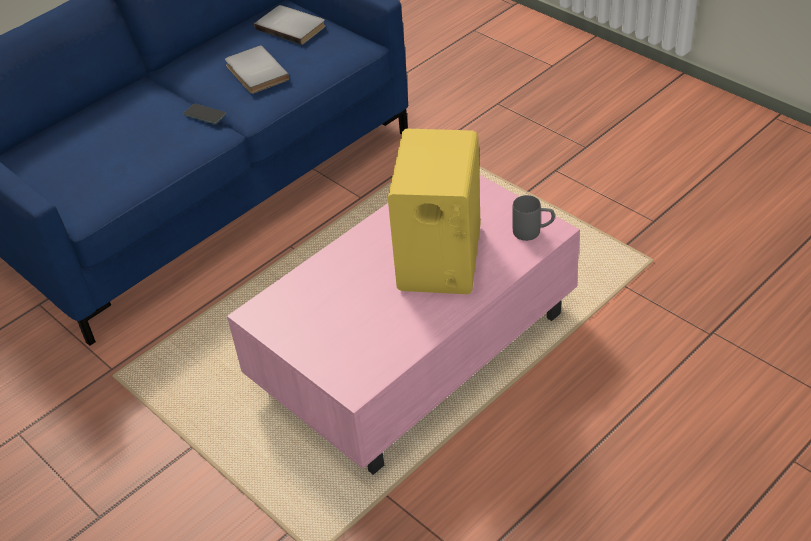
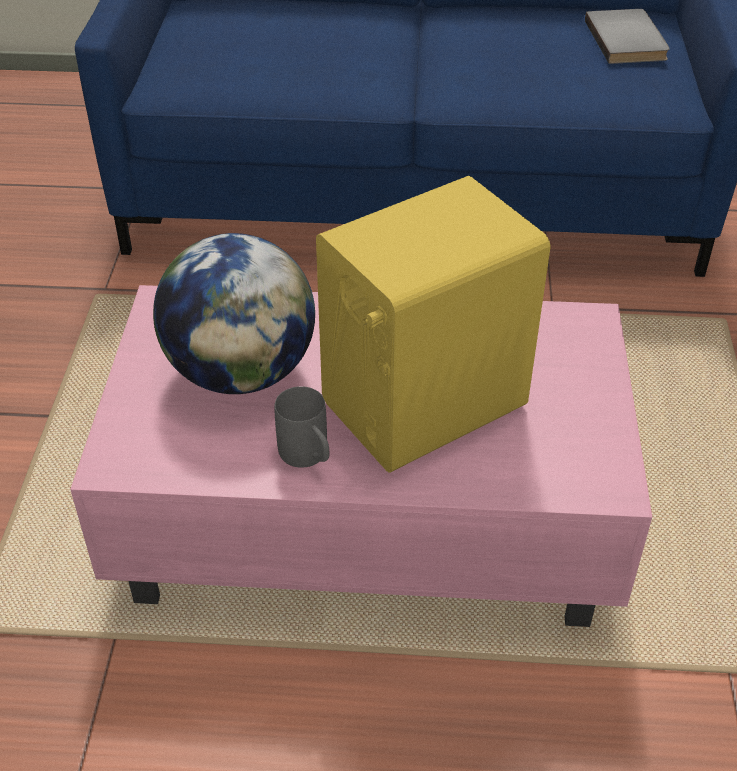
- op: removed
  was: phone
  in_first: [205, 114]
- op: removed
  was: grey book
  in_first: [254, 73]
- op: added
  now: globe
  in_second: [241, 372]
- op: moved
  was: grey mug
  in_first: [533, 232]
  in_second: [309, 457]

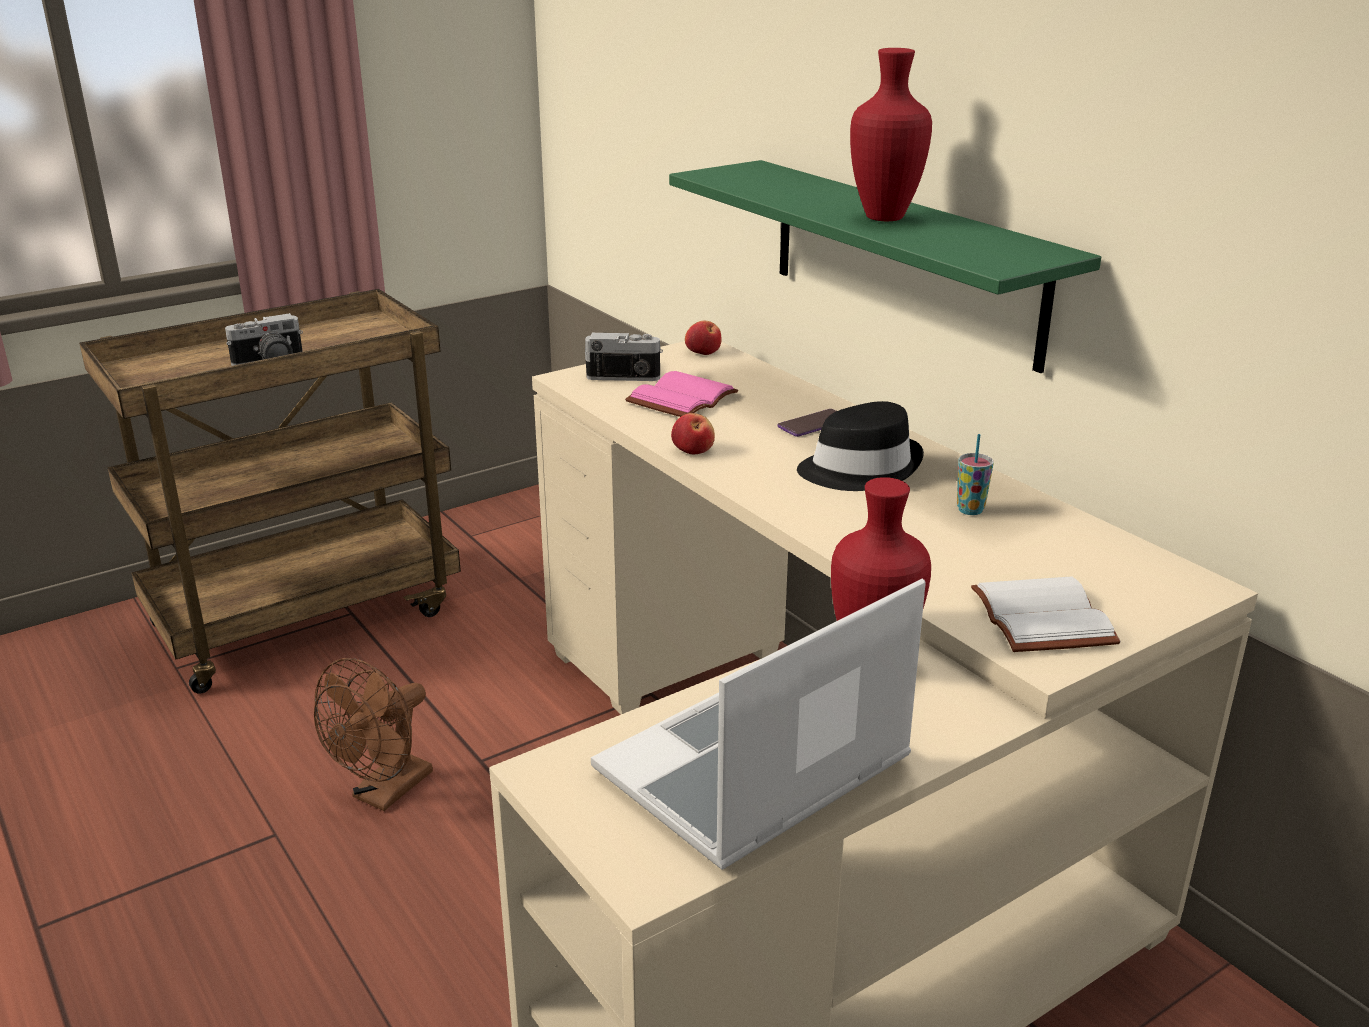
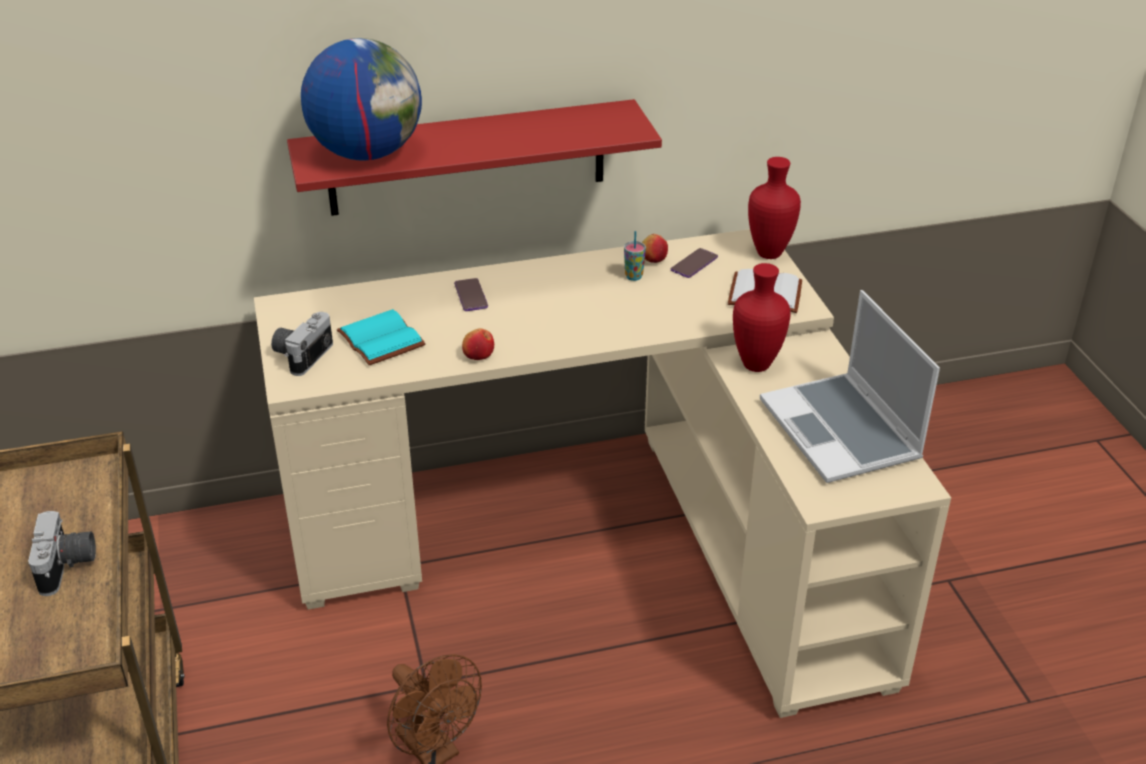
- op: removed
  was: black hat
  in_first: [860, 469]
- op: added
  now: globe
  in_second: [367, 153]
- op: added
  now: phone
  in_second: [694, 264]
- op: moved
  was: apple
  in_first: [703, 352]
  in_second: [653, 259]
- op: moved
  was: red vase
  in_first: [883, 217]
  in_second: [767, 253]
- op: recoloured
  was: pink book
  now: turquoise book
  in_first: [680, 398]
  in_second: [378, 339]
- op: recoloured
  was: green shelf
  now: red shelf
  in_first: [903, 260]
  in_second: [467, 158]

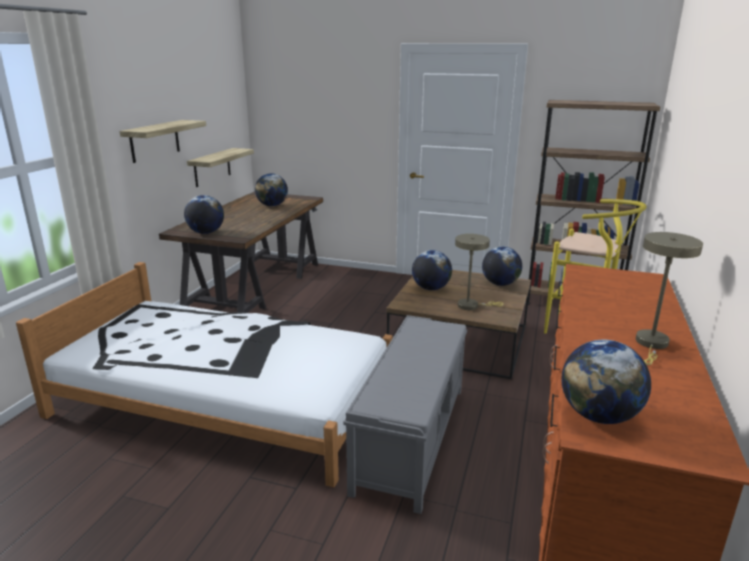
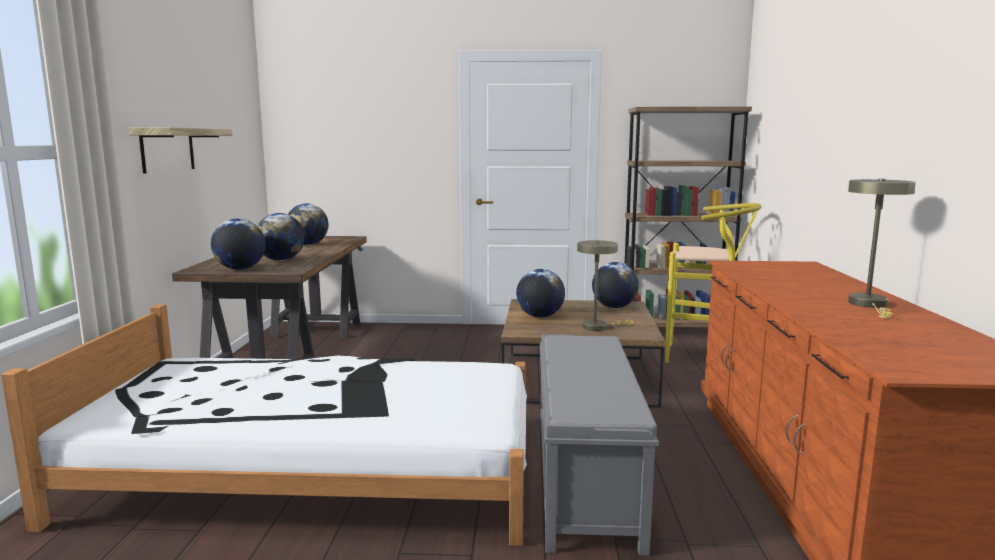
- op: removed
  was: shelf
  in_first: [212, 167]
- op: moved
  was: globe
  in_first: [599, 416]
  in_second: [281, 260]

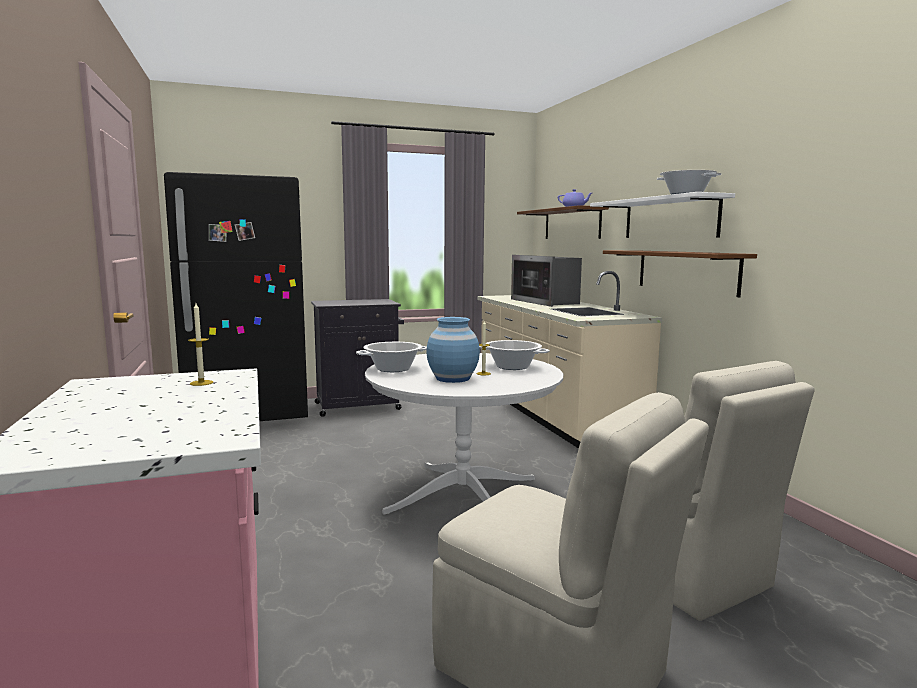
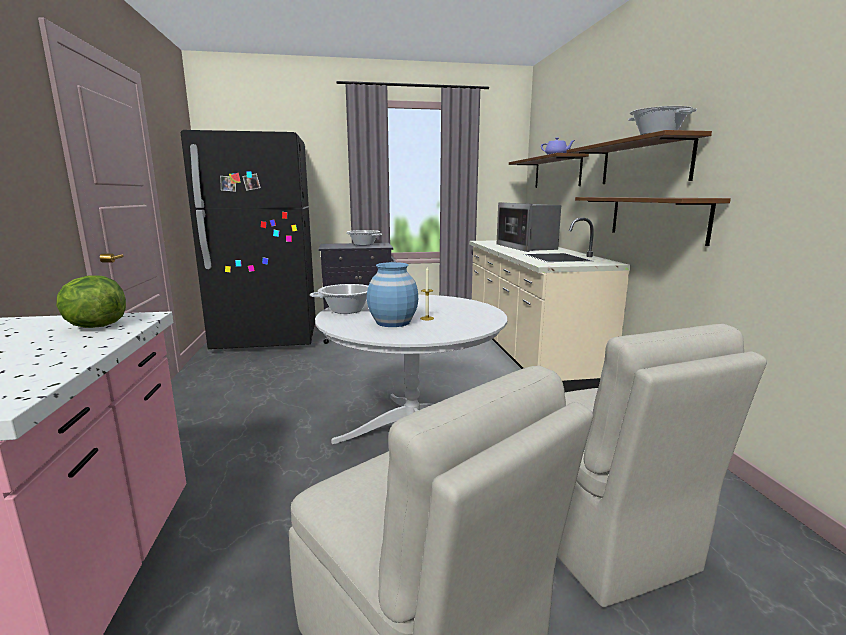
- op: moved
  was: cooking pot
  in_first: [512, 367]
  in_second: [364, 244]
- op: replaced
  was: candle
  now: lettuce
  in_first: [201, 383]
  in_second: [95, 326]
- op: recoloured
  was: white shelf
  now: brown shelf
  in_first: [669, 218]
  in_second: [643, 162]

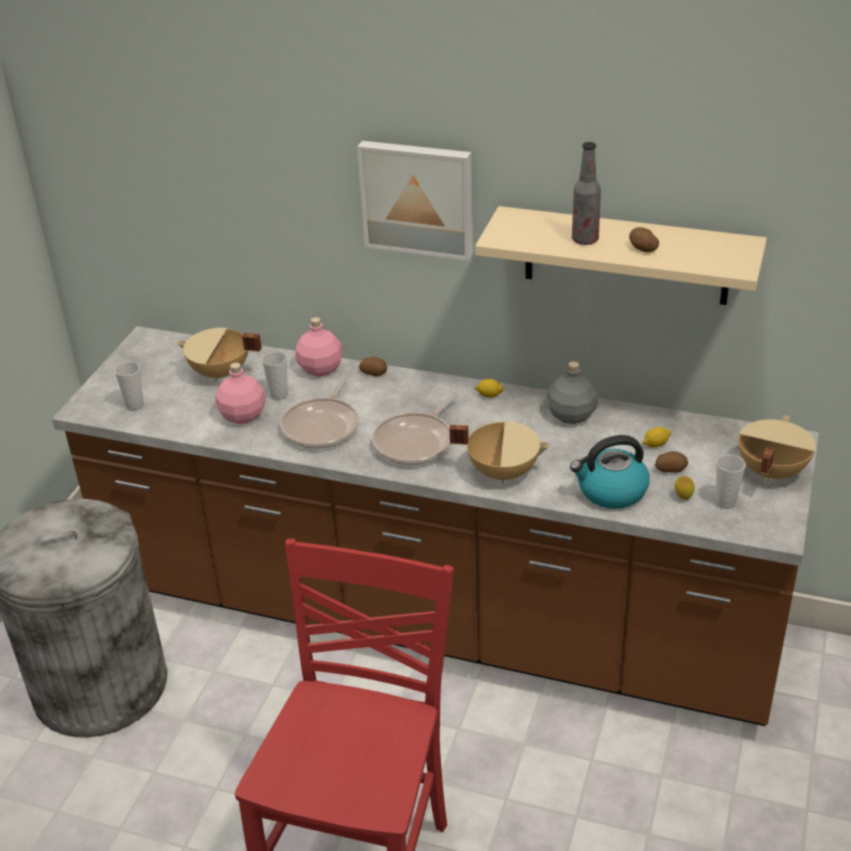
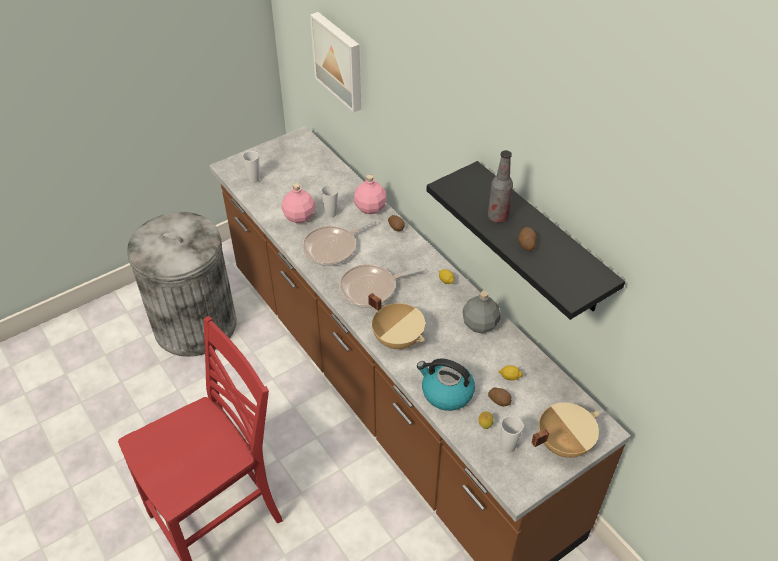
- op: removed
  was: beige cooking pot
  in_first: [220, 373]
- op: moved
  was: picture
  in_first: [418, 198]
  in_second: [339, 60]
- op: recoloured
  was: beige shelf
  now: black shelf
  in_first: [626, 256]
  in_second: [541, 239]

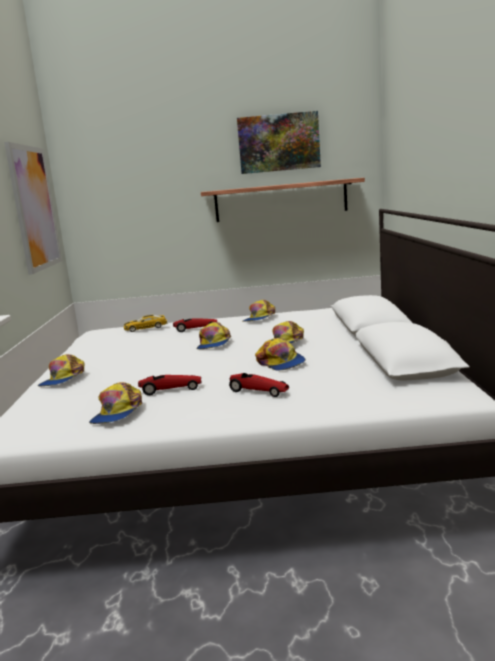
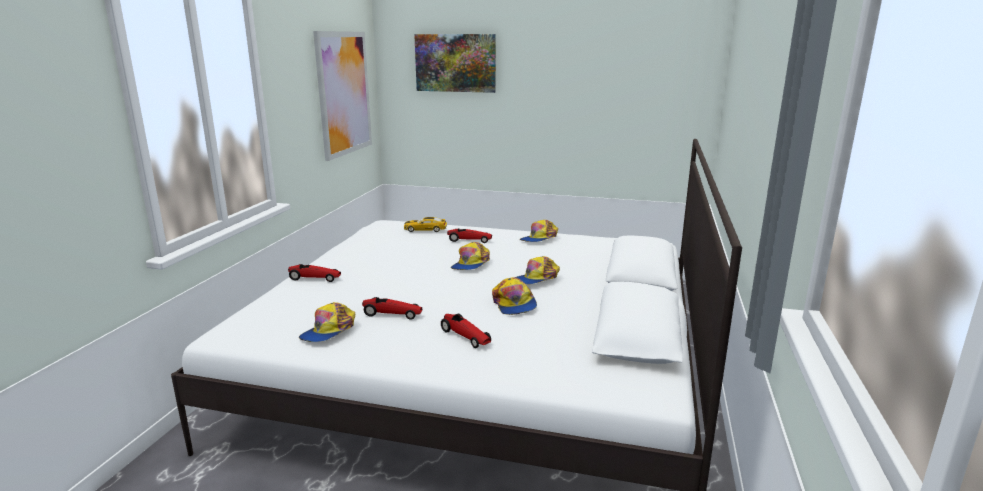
- op: removed
  was: shelf
  in_first: [281, 200]
- op: moved
  was: picture
  in_first: [278, 143]
  in_second: [455, 63]
- op: replaced
  was: cap
  now: toy car
  in_first: [63, 379]
  in_second: [314, 278]

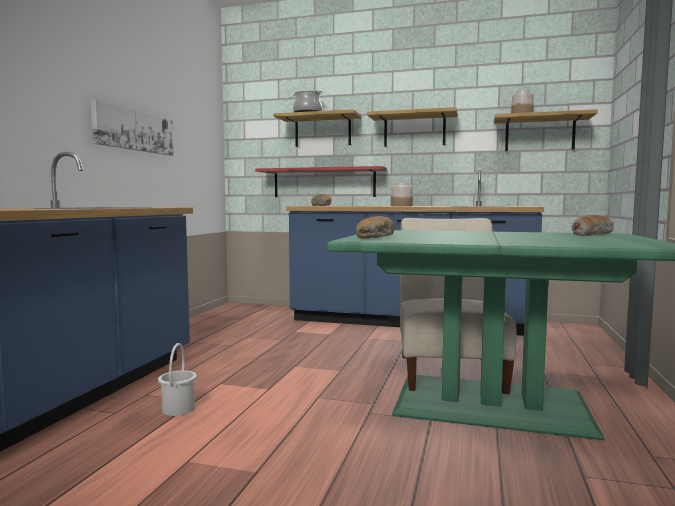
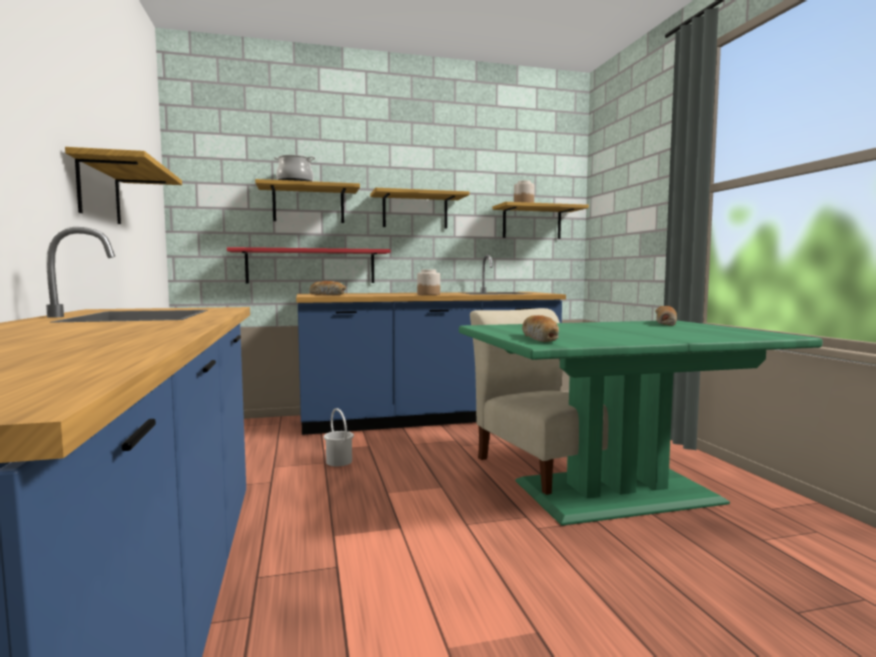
- op: moved
  was: white bucket
  in_first: [179, 409]
  in_second: [339, 461]
- op: replaced
  was: picture
  now: shelf
  in_first: [134, 130]
  in_second: [99, 191]

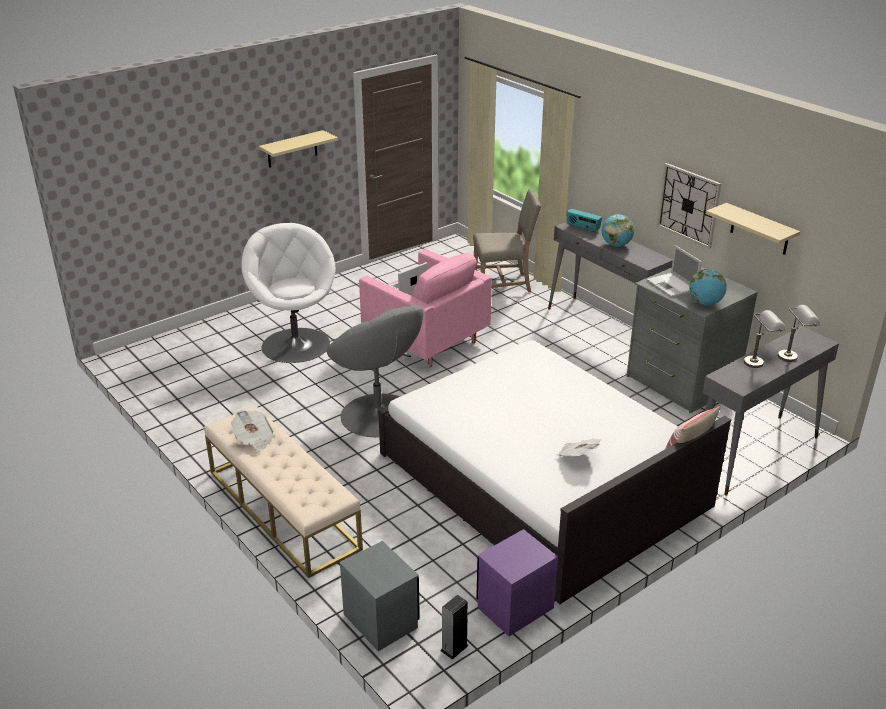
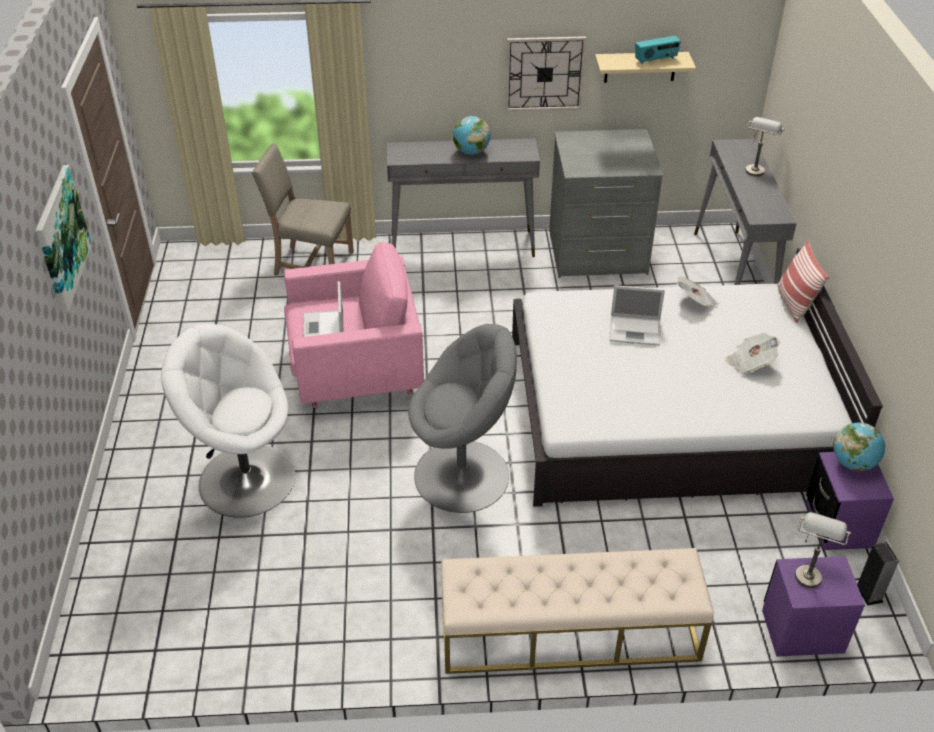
- op: moved
  was: newspaper
  in_first: [254, 439]
  in_second: [695, 302]
- op: moved
  was: radio
  in_first: [582, 228]
  in_second: [656, 60]
- op: moved
  was: laptop
  in_first: [672, 285]
  in_second: [636, 330]
- op: moved
  was: globe
  in_first: [705, 303]
  in_second: [853, 463]
- op: moved
  was: grey table lamp
  in_first: [759, 361]
  in_second: [808, 570]
- op: replaced
  was: beige shelf
  now: picture
  in_first: [292, 149]
  in_second: [61, 238]
- op: recoloured
  was: grey nightstand
  now: purple nightstand
  in_first: [381, 621]
  in_second: [802, 630]
- op: turned
  was: beige chair
  in_first: [504, 284]
  in_second: [311, 264]
  clockwise: -105

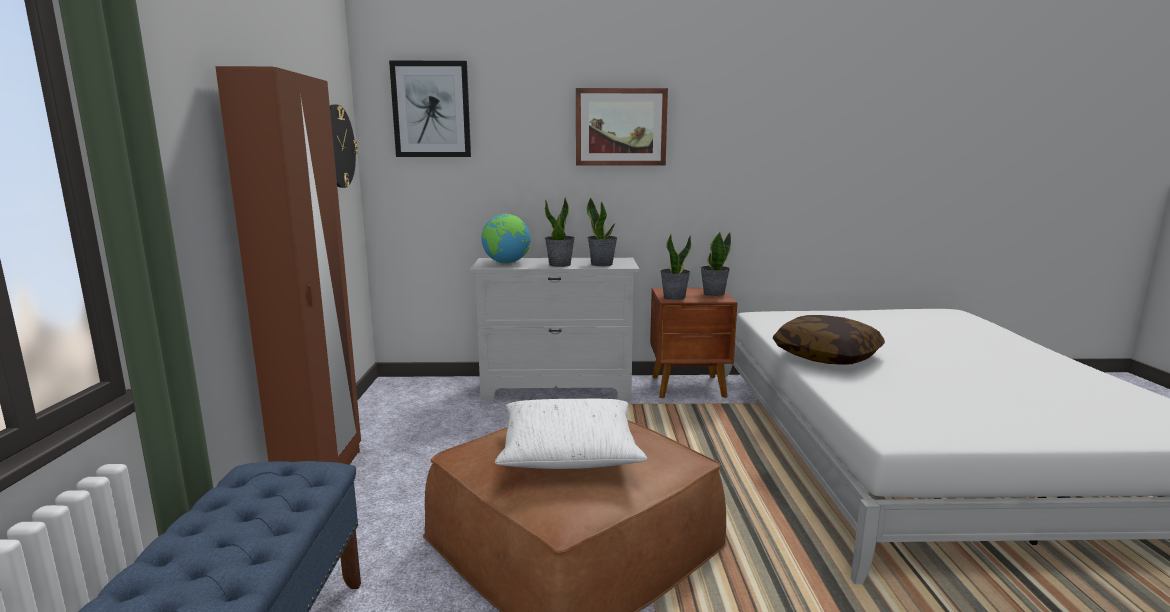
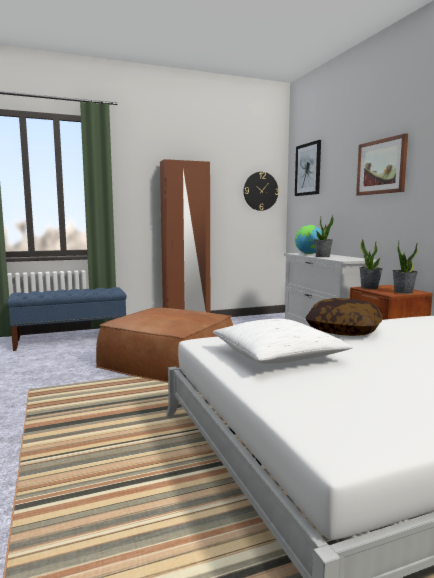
- op: removed
  was: potted plant
  in_first: [602, 264]
- op: moved
  was: white pillow
  in_first: [569, 451]
  in_second: [278, 356]

